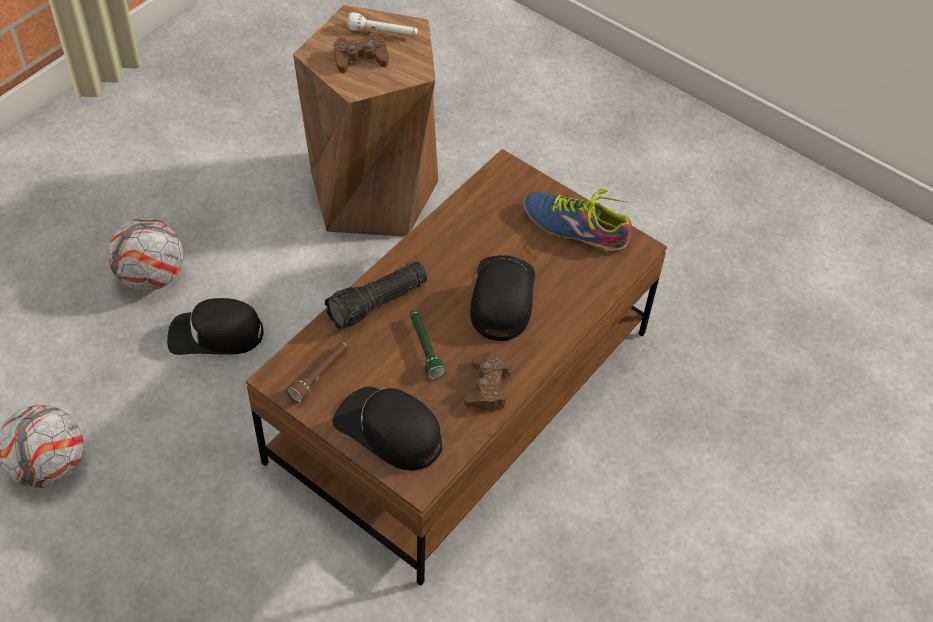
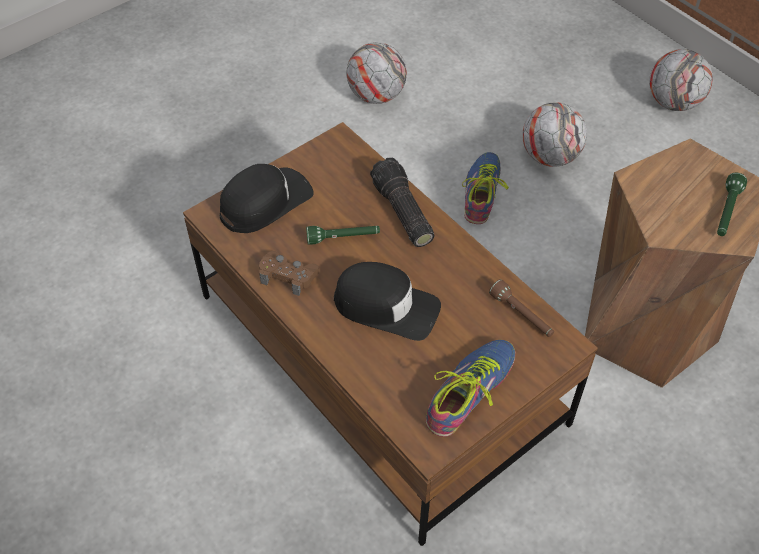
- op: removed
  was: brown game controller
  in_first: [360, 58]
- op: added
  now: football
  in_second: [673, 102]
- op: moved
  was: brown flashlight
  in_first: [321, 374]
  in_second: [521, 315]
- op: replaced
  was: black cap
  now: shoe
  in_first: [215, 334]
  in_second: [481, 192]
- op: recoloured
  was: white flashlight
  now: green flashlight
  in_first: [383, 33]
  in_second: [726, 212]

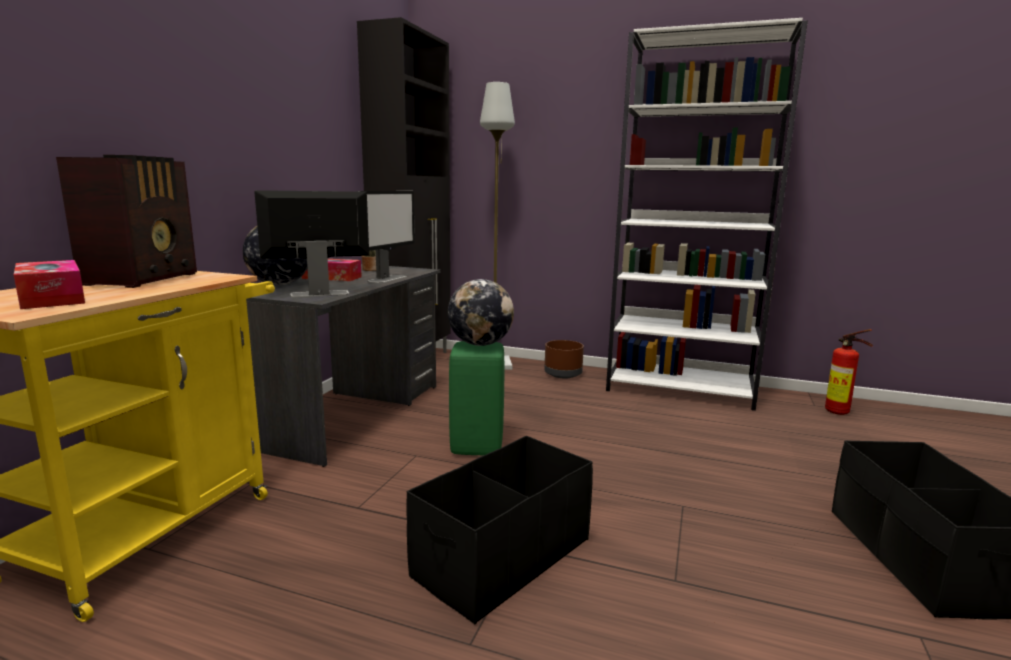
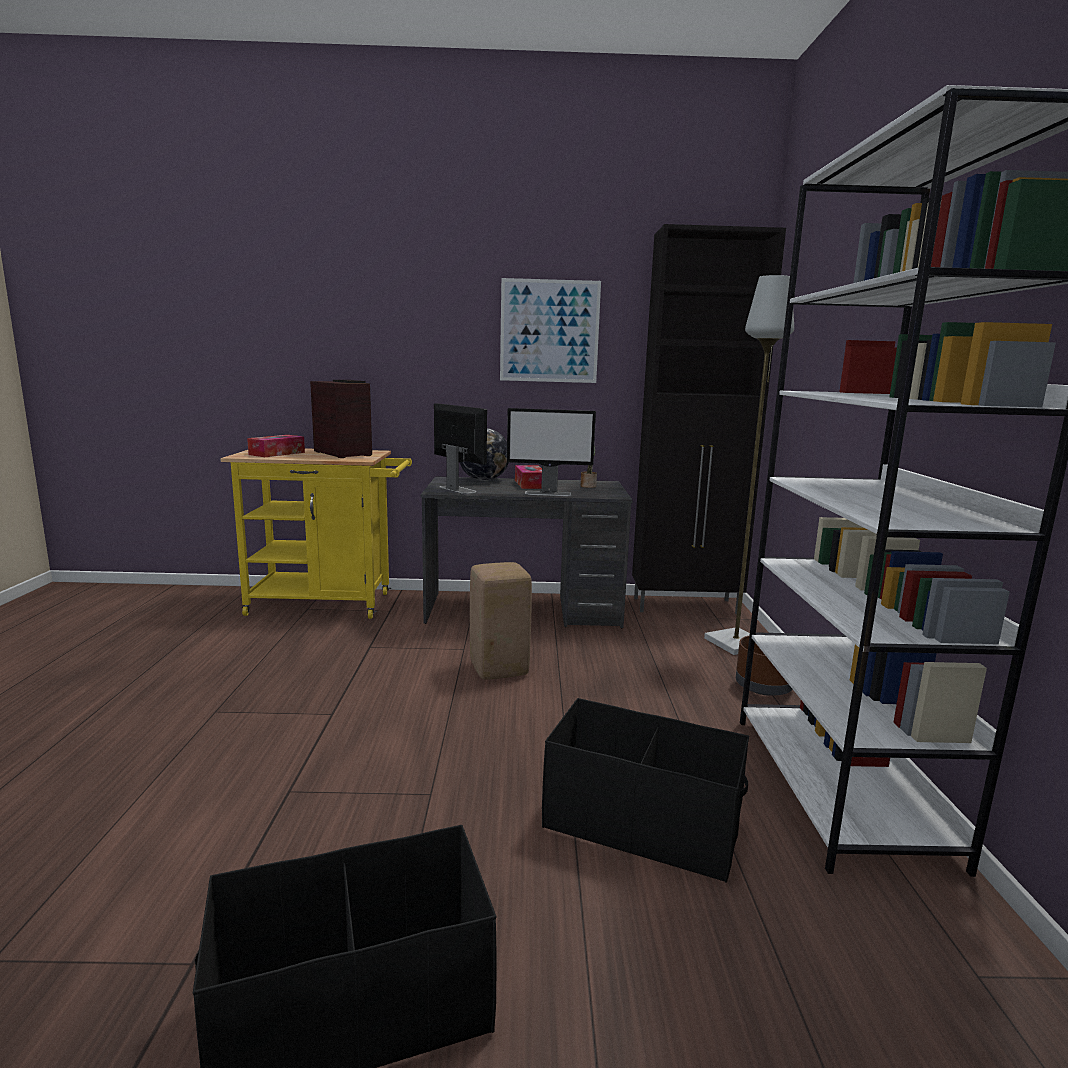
- op: removed
  was: globe
  in_first: [480, 344]
- op: removed
  was: fire extinguisher
  in_first: [840, 412]
- op: added
  now: picture
  in_second: [549, 331]
- op: moved
  was: black storage box
  in_first: [502, 557]
  in_second: [642, 823]
- op: recoloured
  was: green stool
  now: beige stool
  in_first: [477, 447]
  in_second: [498, 670]
- op: turned
  was: radio
  in_first: [145, 279]
  in_second: [343, 453]
  clockwise: -120

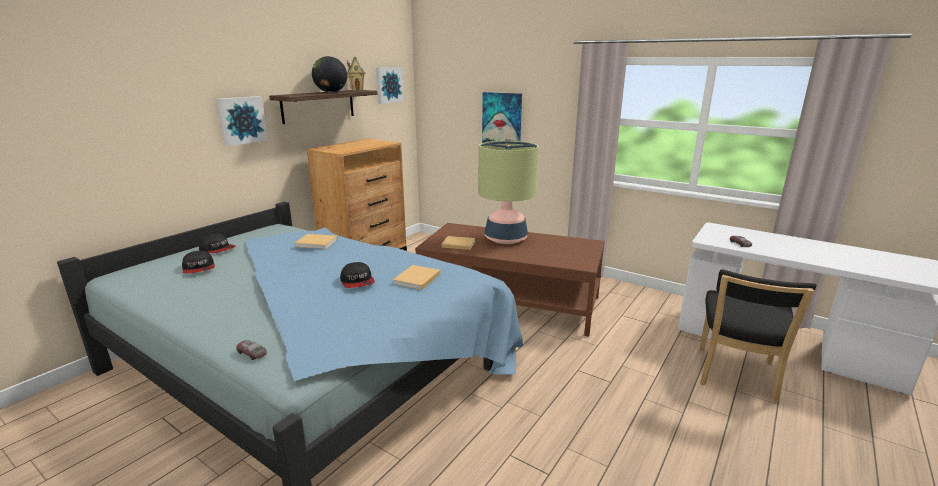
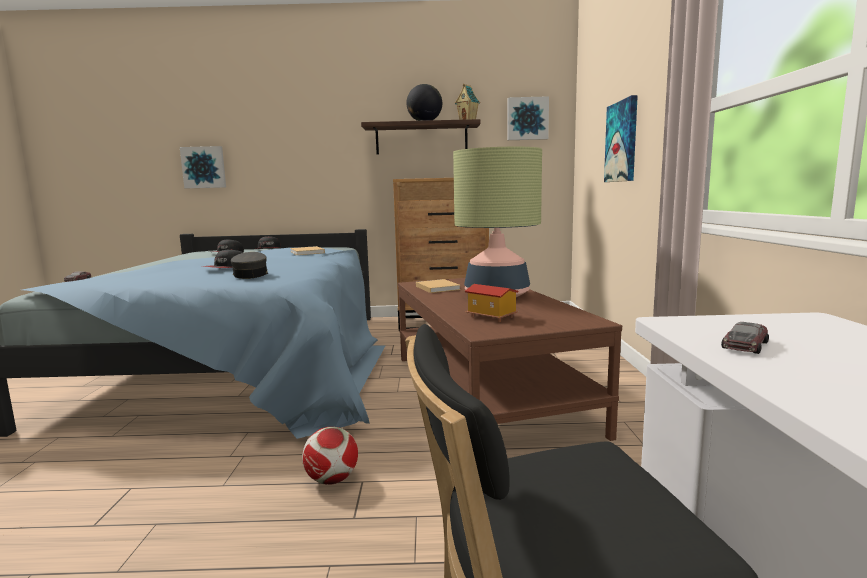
- op: added
  now: football
  in_second: [331, 480]
- op: added
  now: toy house
  in_second: [490, 317]
- op: moved
  was: picture
  in_first: [241, 120]
  in_second: [204, 167]
- op: replaced
  was: beige book
  now: grey cap
  in_first: [416, 279]
  in_second: [250, 275]

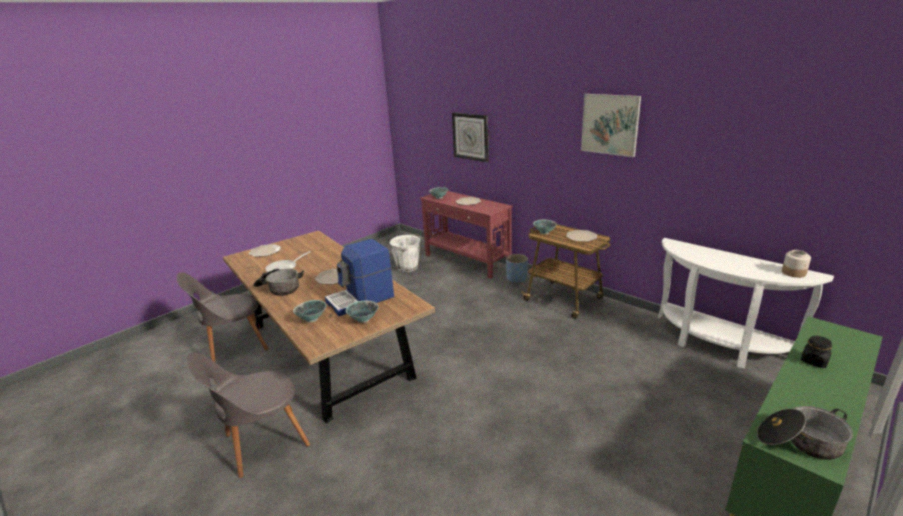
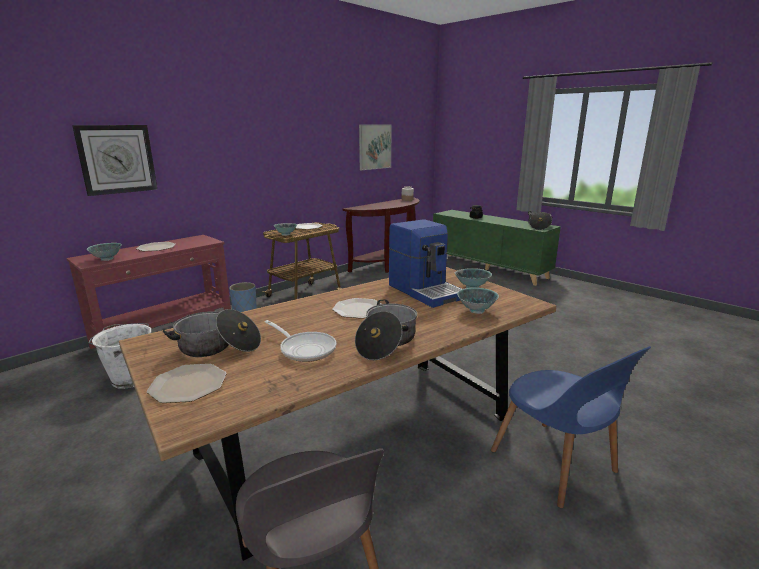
- op: added
  now: cooking pot
  in_second: [218, 347]
- op: moved
  was: picture
  in_first: [610, 124]
  in_second: [374, 147]
- op: recoloured
  was: grey chair
  now: blue chair
  in_first: [263, 442]
  in_second: [556, 465]
- op: recoloured
  was: white console table
  now: brown console table
  in_first: [717, 345]
  in_second: [388, 265]

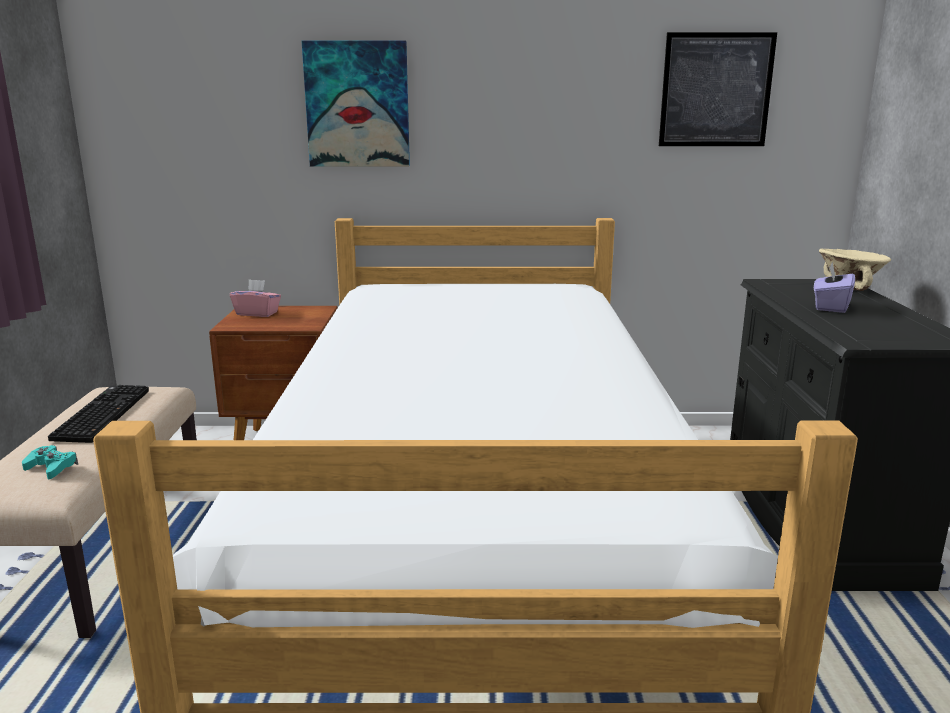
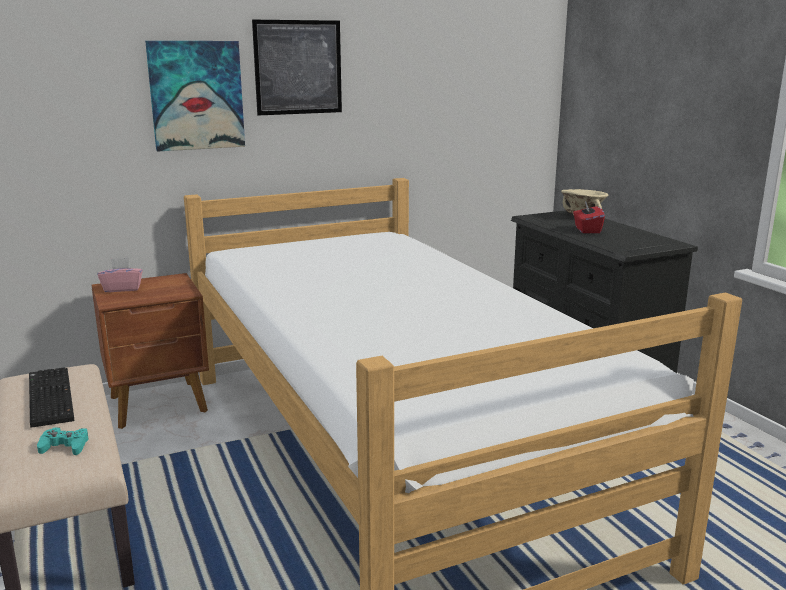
- op: moved
  was: picture
  in_first: [716, 90]
  in_second: [298, 67]
- op: recoloured
  was: purple tissue box
  now: red tissue box
  in_first: [830, 306]
  in_second: [587, 230]

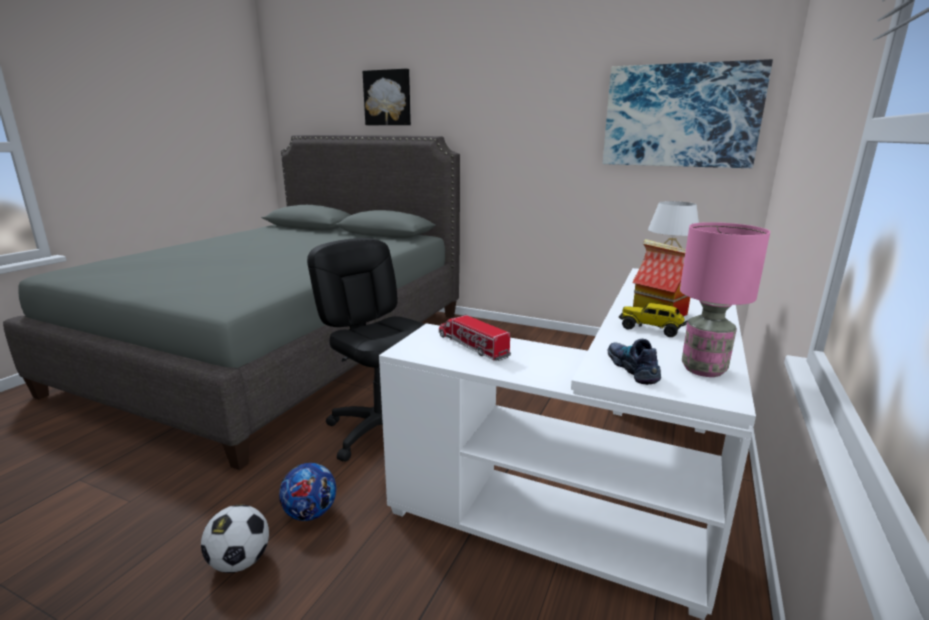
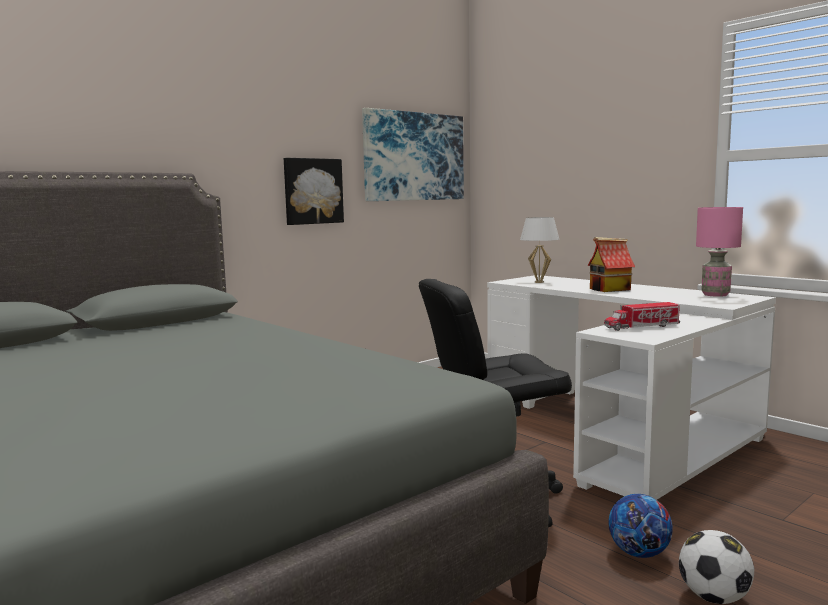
- op: removed
  was: shoe
  in_first: [633, 368]
- op: removed
  was: toy truck
  in_first: [651, 329]
- op: moved
  was: picture
  in_first: [388, 98]
  in_second: [312, 191]

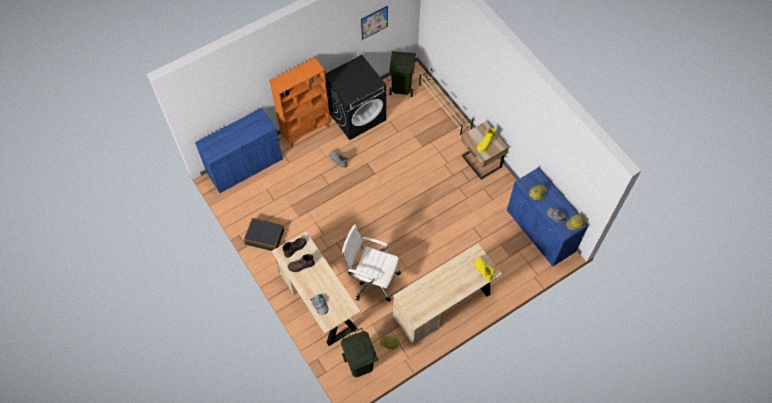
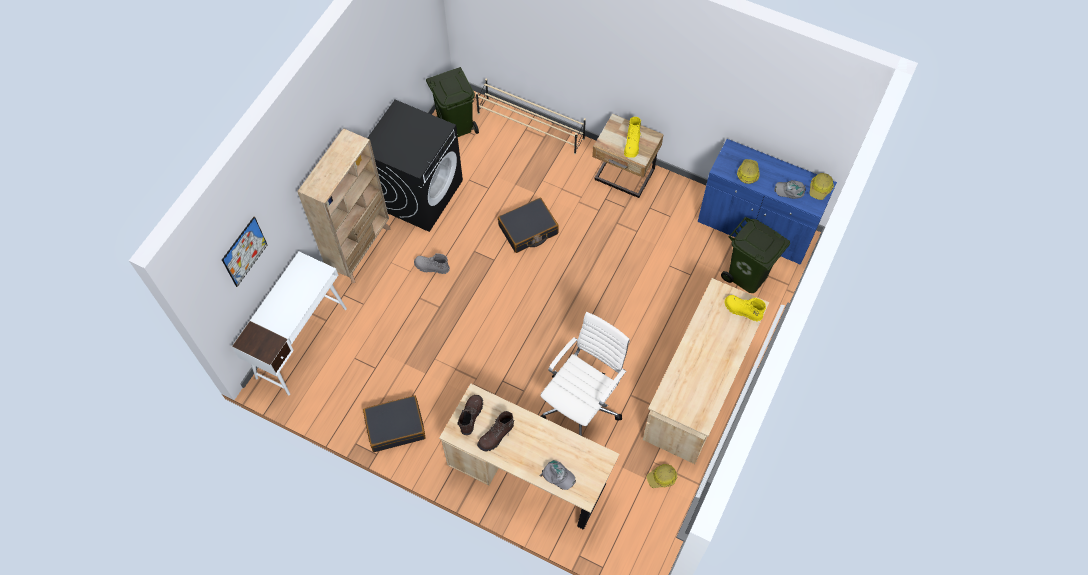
- op: added
  now: black suitcase
  in_second: [528, 230]
- op: moved
  was: green trash can
  in_first: [359, 364]
  in_second: [747, 276]
- op: moved
  was: picture
  in_first: [374, 22]
  in_second: [244, 251]
- op: replaced
  was: blue cabinet
  now: white desk
  in_first: [245, 166]
  in_second: [302, 342]
- op: recoloured
  was: orange bookcase
  now: beige bookcase
  in_first: [306, 131]
  in_second: [360, 249]
- op: turned
  was: white office chair
  in_first: [372, 279]
  in_second: [582, 404]
  clockwise: 135

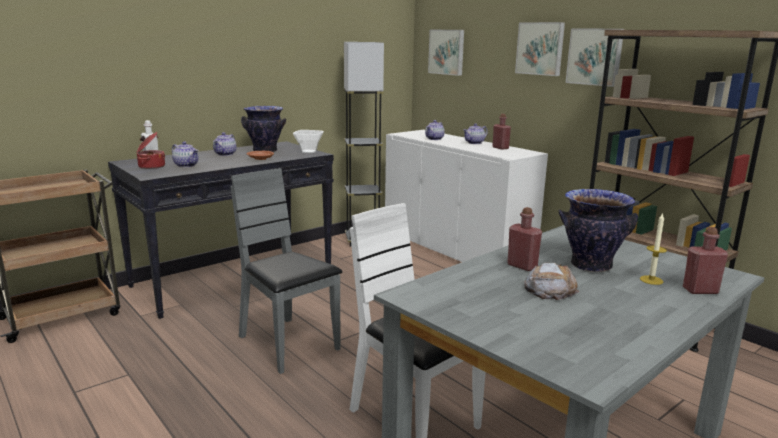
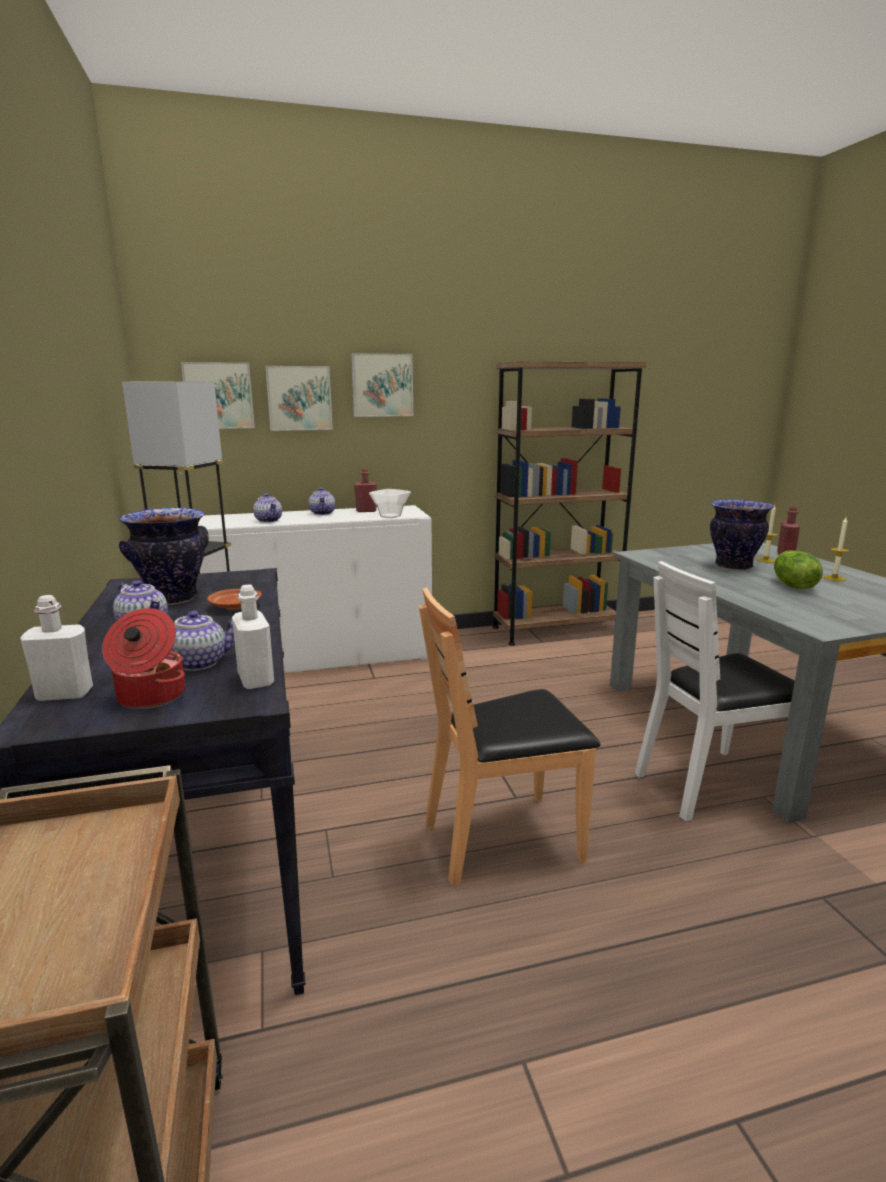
- op: removed
  was: red bottle
  in_first: [522, 266]
- op: added
  now: white bottle
  in_second: [256, 679]
- op: added
  now: candle
  in_second: [834, 578]
- op: moved
  was: bowl
  in_first: [309, 152]
  in_second: [391, 516]
- op: moved
  was: picture
  in_first: [595, 57]
  in_second: [299, 398]
- op: replaced
  was: bread
  now: lettuce
  in_first: [550, 289]
  in_second: [792, 585]
- op: recoloured
  was: grey chair
  now: brown chair
  in_first: [287, 344]
  in_second: [503, 839]

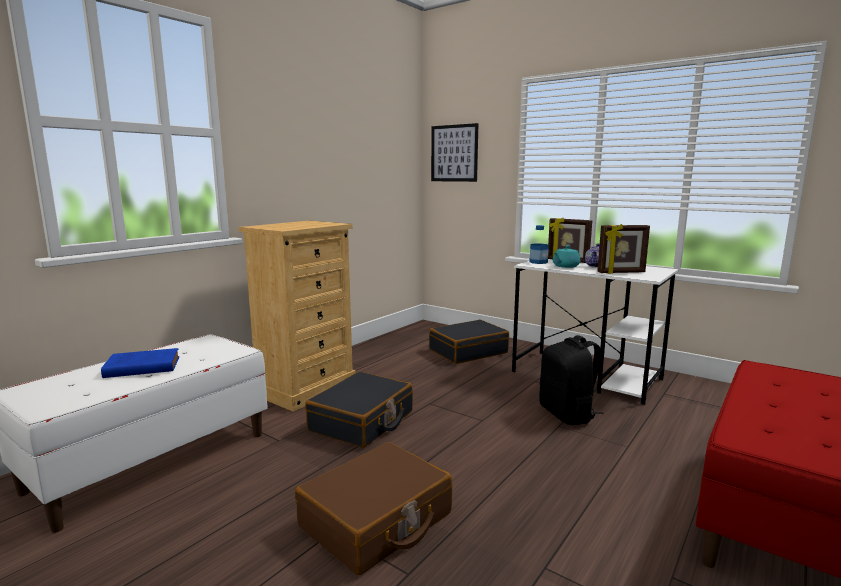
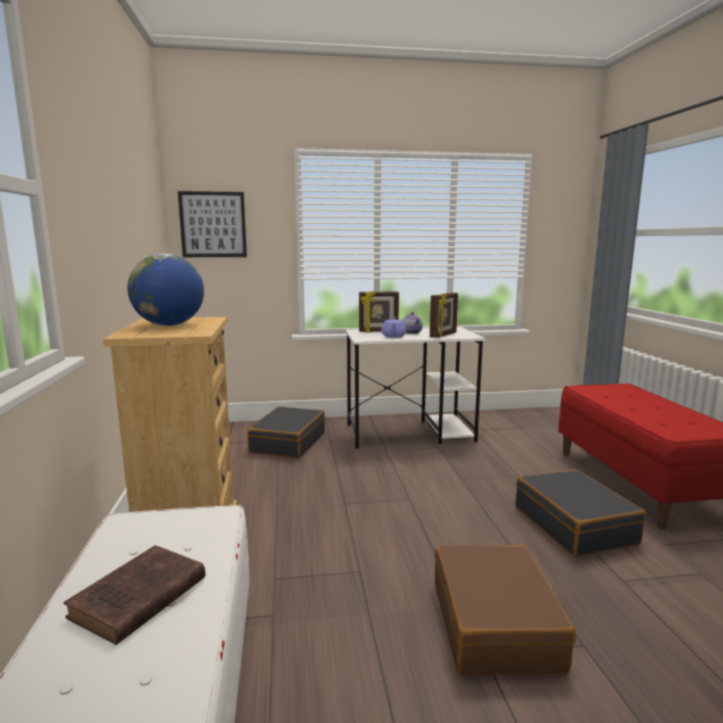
- op: removed
  was: bottle
  in_first: [538, 262]
- op: removed
  was: black backpack
  in_first: [568, 414]
- op: added
  now: globe
  in_second: [169, 325]
- op: moved
  was: black suitcase
  in_first: [362, 421]
  in_second: [574, 525]
- op: recoloured
  was: blue book
  now: brown book
  in_first: [140, 367]
  in_second: [136, 600]
- op: recoloured
  was: turquoise teapot
  now: purple teapot
  in_first: [565, 266]
  in_second: [393, 336]

